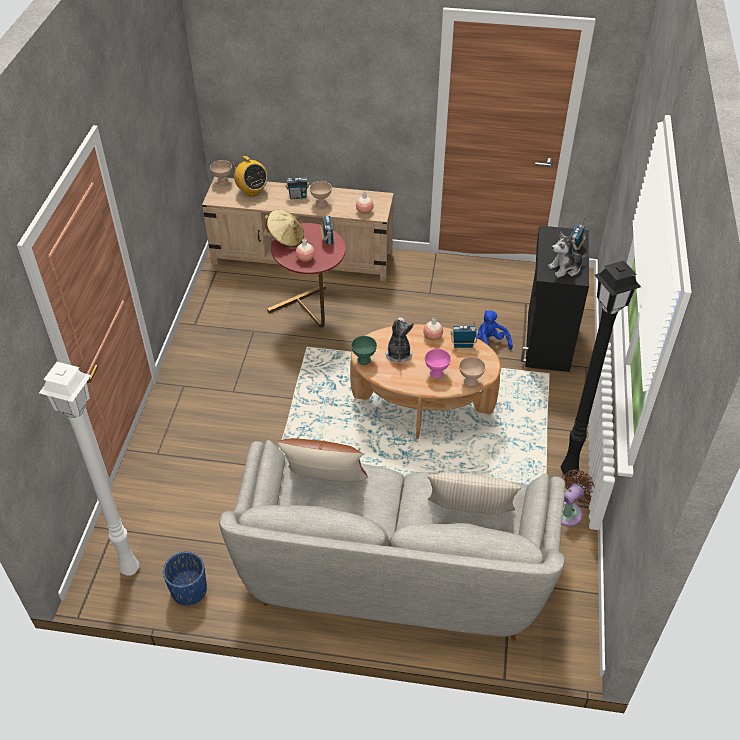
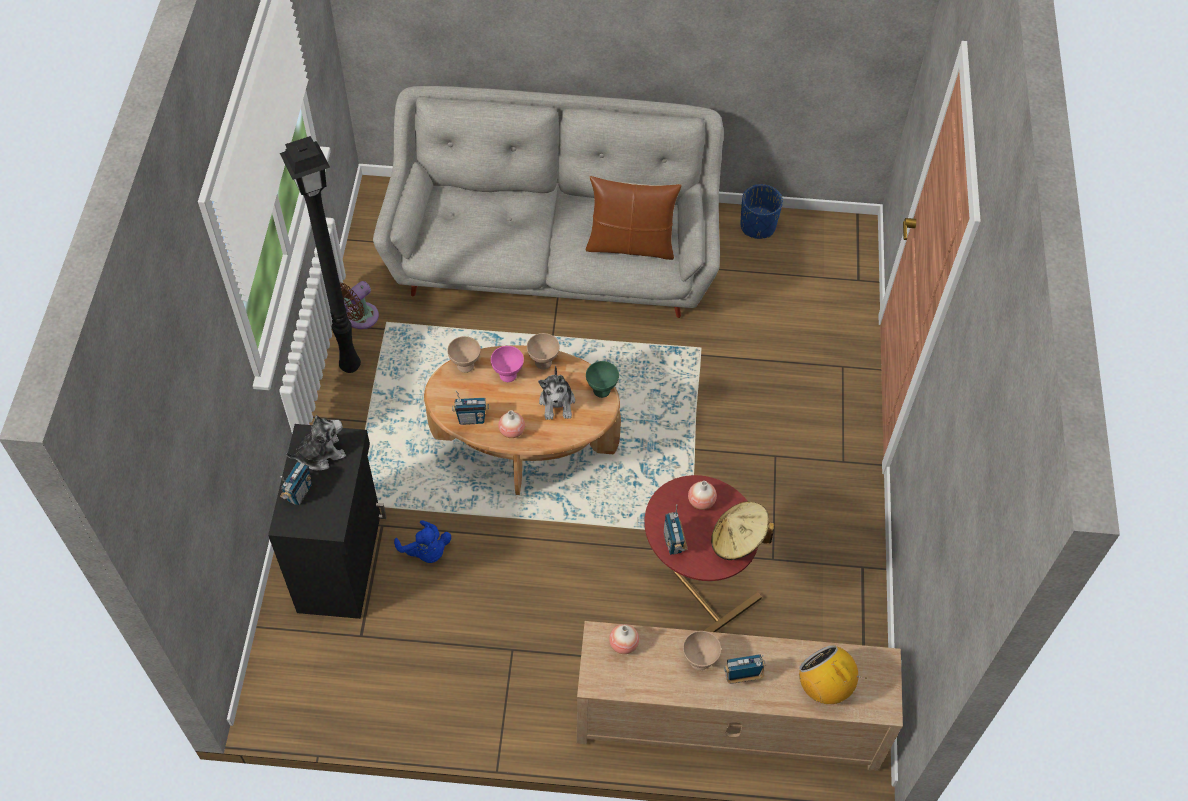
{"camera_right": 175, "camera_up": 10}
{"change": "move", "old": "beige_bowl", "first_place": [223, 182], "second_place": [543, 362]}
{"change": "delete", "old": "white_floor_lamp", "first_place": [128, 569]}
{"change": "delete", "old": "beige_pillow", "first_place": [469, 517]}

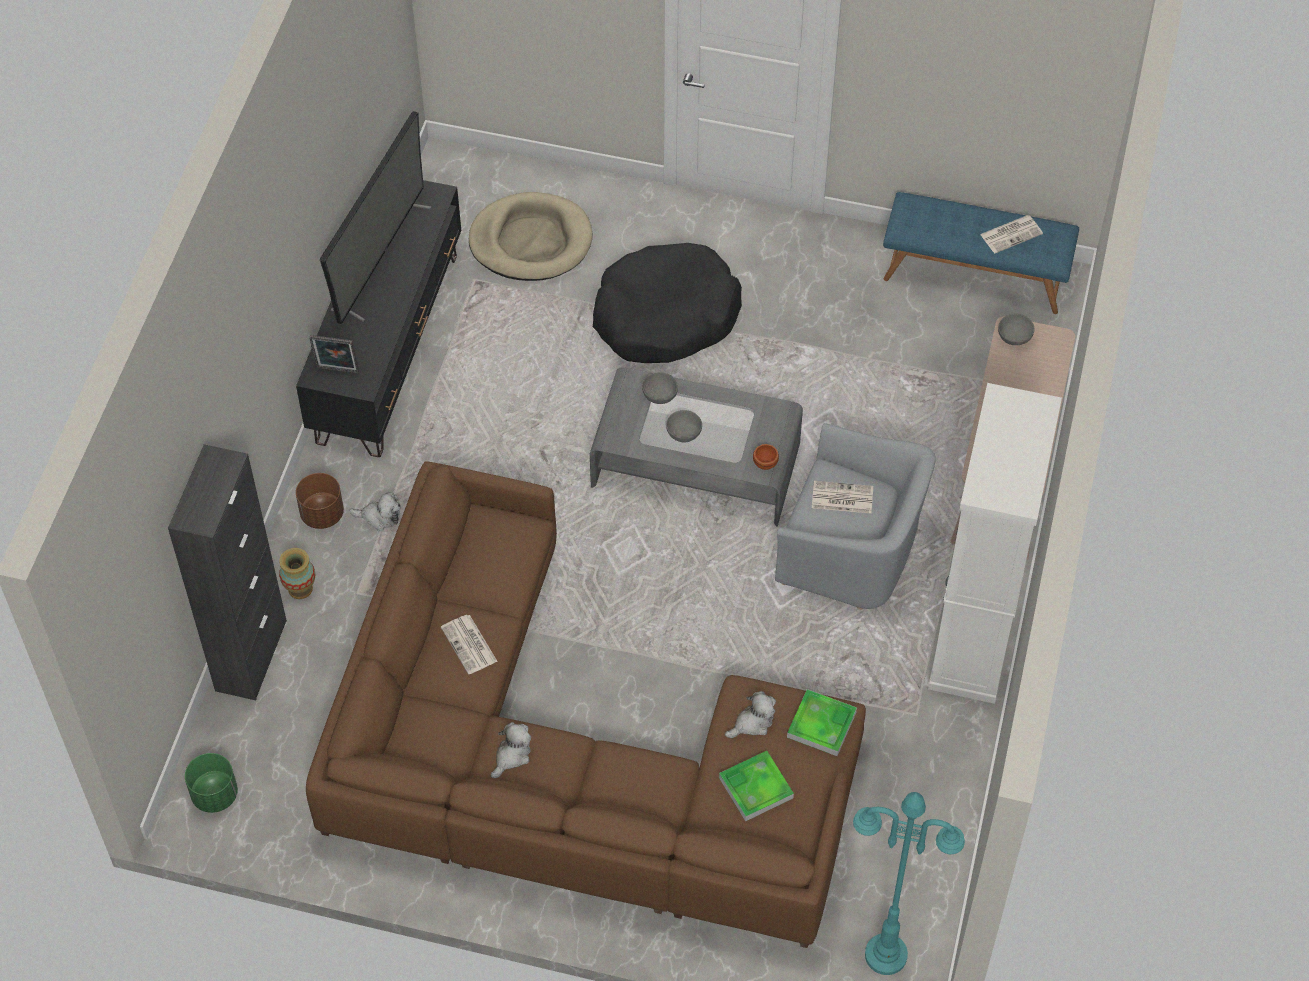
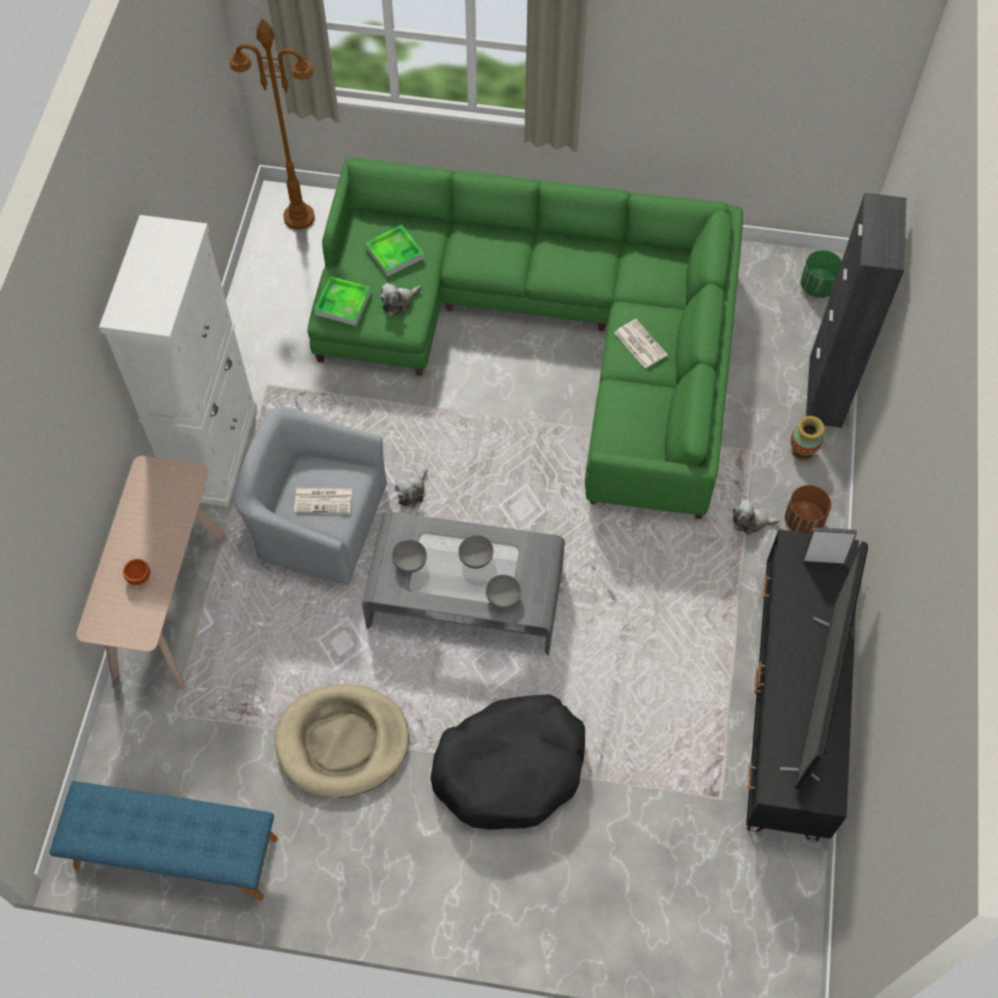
{"camera_right": 175, "camera_up": 5}
{"change": "move", "old": "brown_bowl", "first_place": [766, 464], "second_place": [138, 577]}
{"change": "recolor", "old": "turquoise_floor_lamp", "new": "brown_floor_lamp", "first_place": [885, 955], "second_place": [299, 217]}
{"change": "move", "old": "beige_dog_bed", "first_place": [531, 241], "second_place": [342, 742]}
{"change": "recolor", "old": "brown_sofa", "new": "green_sofa", "first_place": [567, 762], "second_place": [548, 329]}
{"change": "move", "old": "grey_bowl", "first_place": [1014, 338], "second_place": [410, 561]}
{"change": "move", "old": "plush_toy", "first_place": [512, 755], "second_place": [412, 492]}
{"change": "delete", "old": "newspaper", "first_place": [1011, 234]}

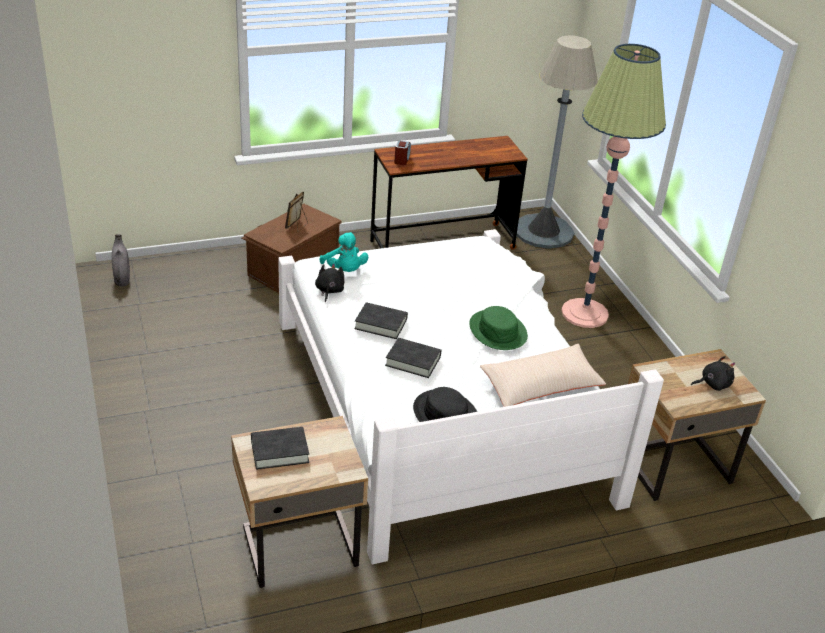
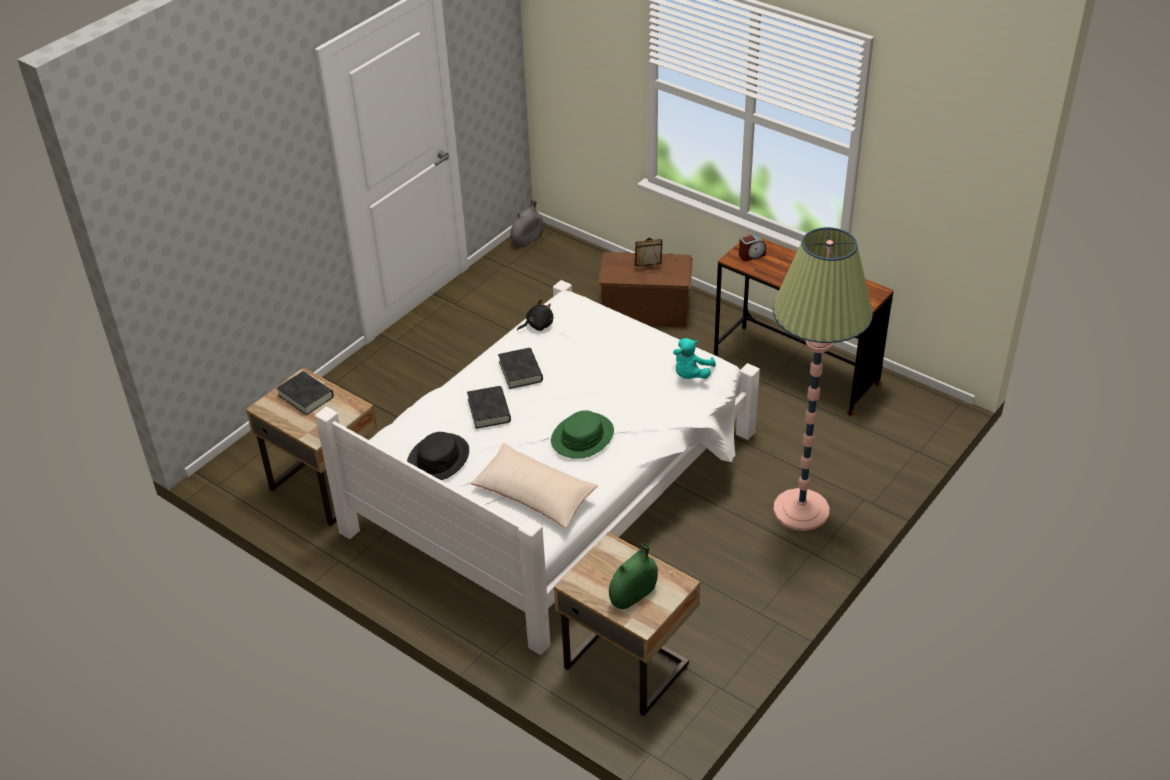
{"camera_right": 60, "camera_up": 5}
{"change": "replace", "old": "black_plush_toy", "new": "green_vase", "first_place": [713, 384], "second_place": [633, 595]}
{"change": "move", "old": "turquoise_plush_toy", "first_place": [344, 270], "second_place": [691, 375]}
{"change": "delete", "old": "grey_floor_lamp", "first_place": [543, 231]}

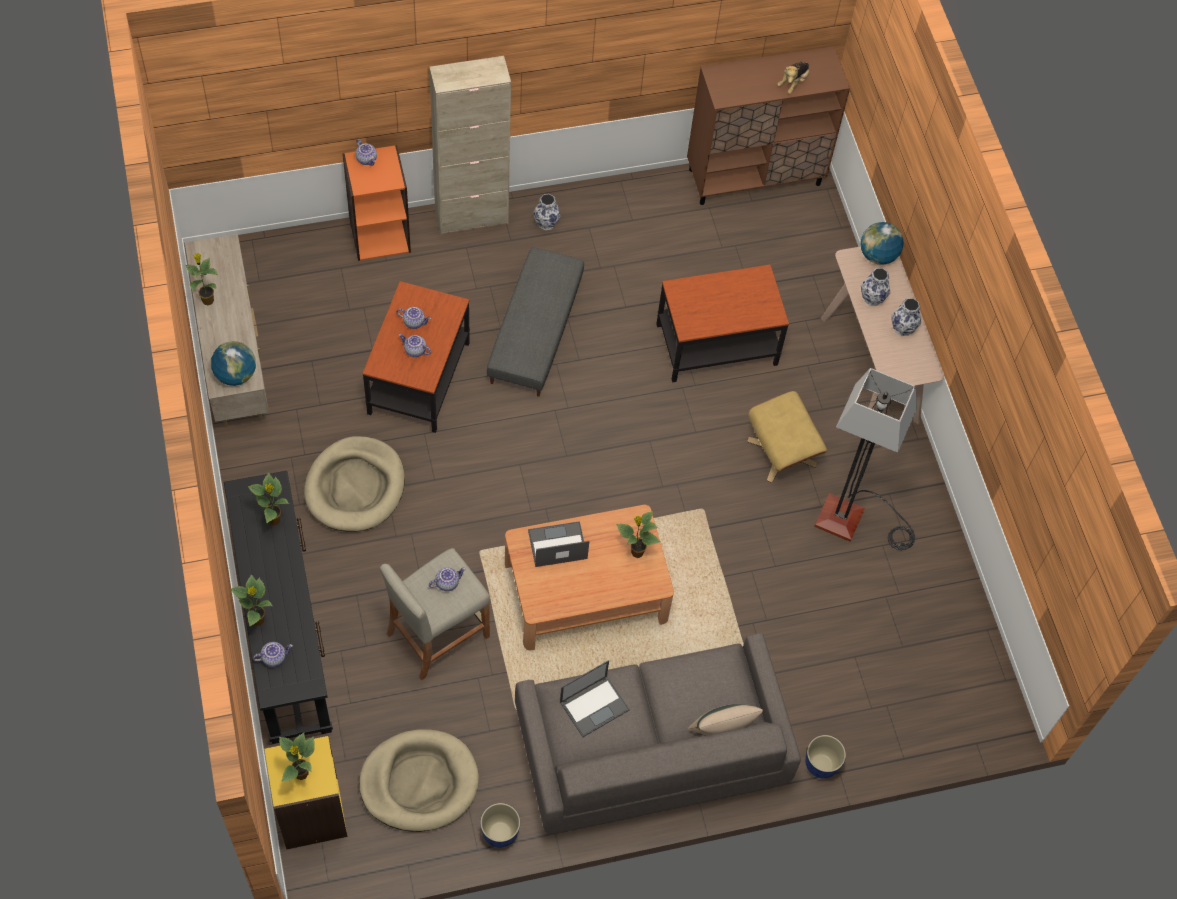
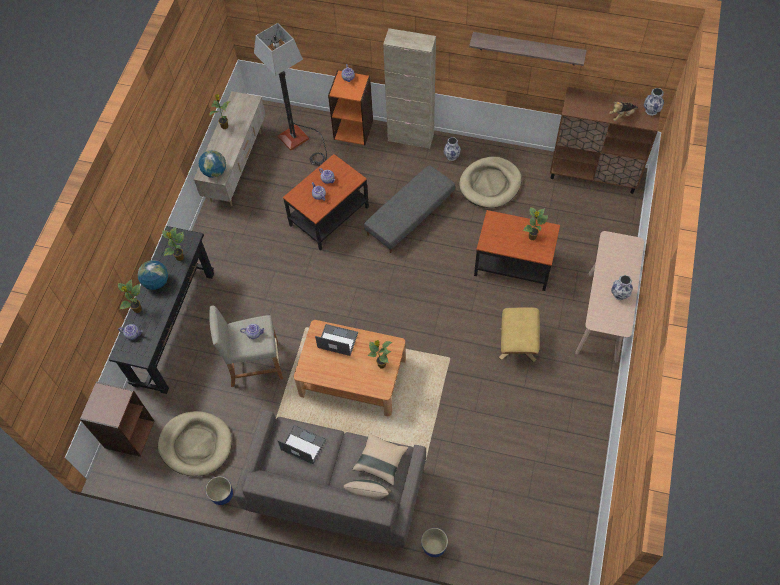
{"camera_right": 35, "camera_up": 0}
{"change": "recolor", "old": "yellow_bookcase", "new": "brown_bookcase", "first_place": [310, 813], "second_place": [129, 434]}
{"change": "move", "old": "globe", "first_place": [878, 255], "second_place": [156, 282]}
{"change": "move", "old": "floor_lamp", "first_place": [854, 520], "second_place": [300, 142]}
{"change": "rotate", "old": "laptop", "first_place": [595, 705], "second_place": [303, 444], "degrees": -150}
{"change": "insert", "new": "beige_pillow", "second_place": [381, 461]}
{"change": "move", "old": "beige_dog_bed", "first_place": [355, 487], "second_place": [490, 184]}
{"change": "insert", "new": "shelf", "second_place": [528, 48]}
{"change": "move", "old": "potted_plant", "first_place": [301, 774], "second_place": [532, 237]}
{"change": "move", "old": "vase", "first_place": [872, 298], "second_place": [651, 111]}

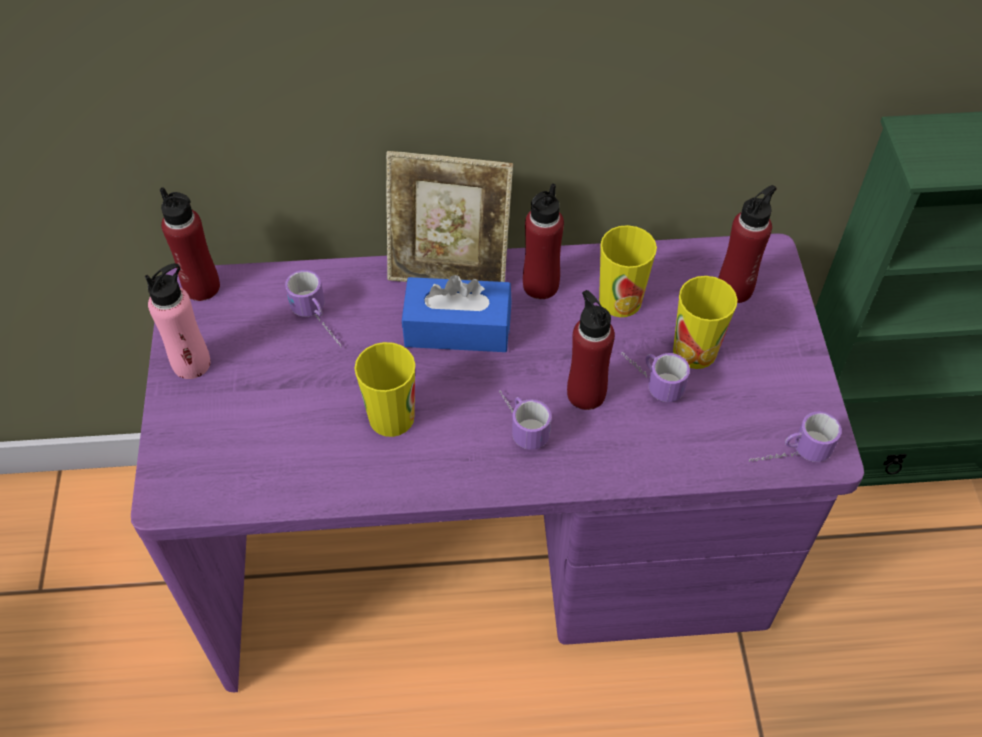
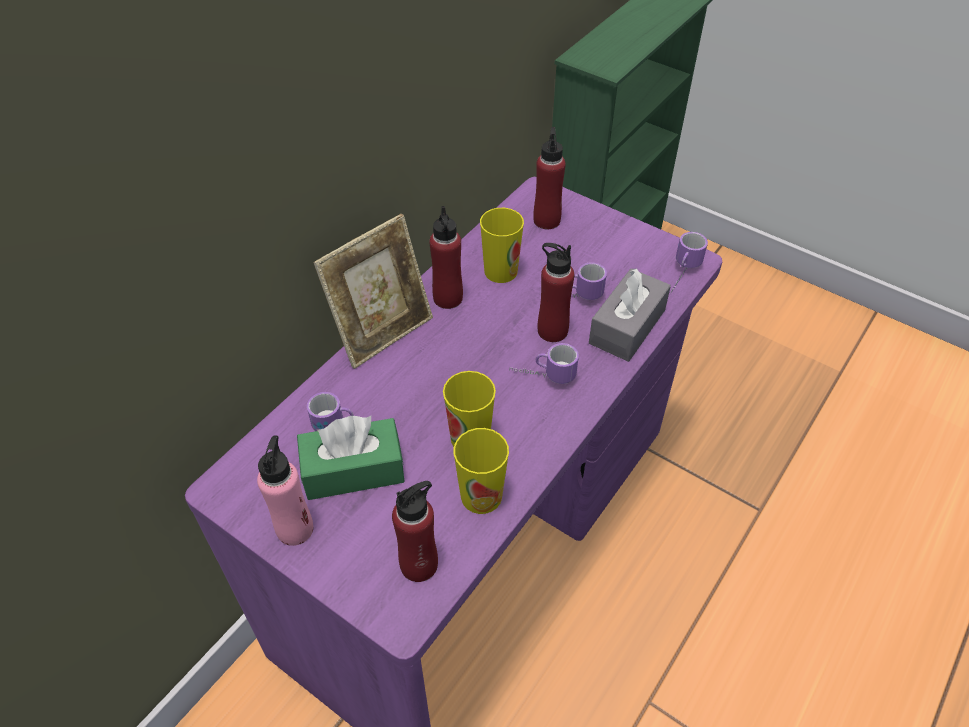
{"camera_right": -50, "camera_up": -5}
{"change": "insert", "new": "green_tissue_box", "second_place": [353, 470]}
{"change": "move", "old": "red_bottle", "first_place": [202, 287], "second_place": [419, 564]}
{"change": "move", "old": "cup", "first_place": [694, 351], "second_place": [481, 496]}
{"change": "insert", "new": "grey_tissue_box", "second_place": [627, 326]}
{"change": "delete", "old": "blue_tissue_box", "first_place": [457, 328]}

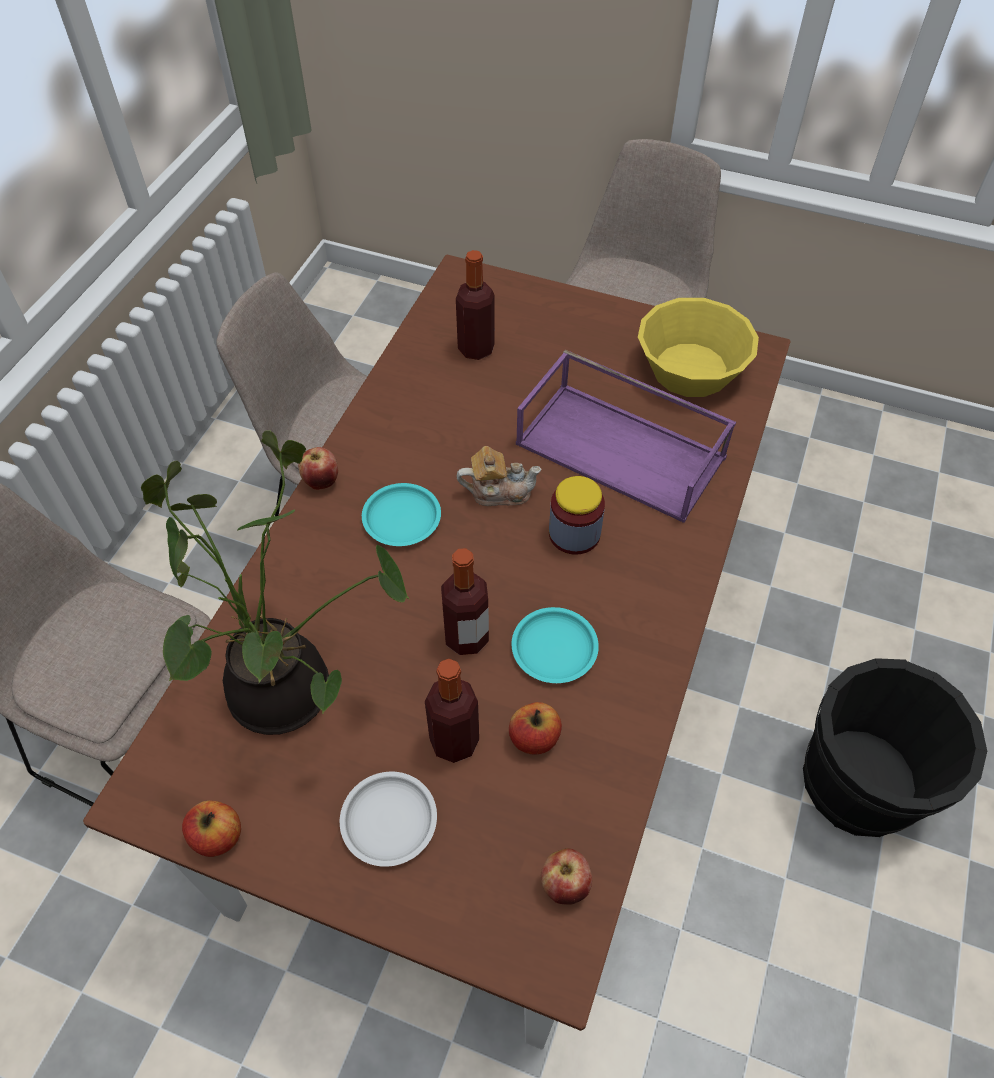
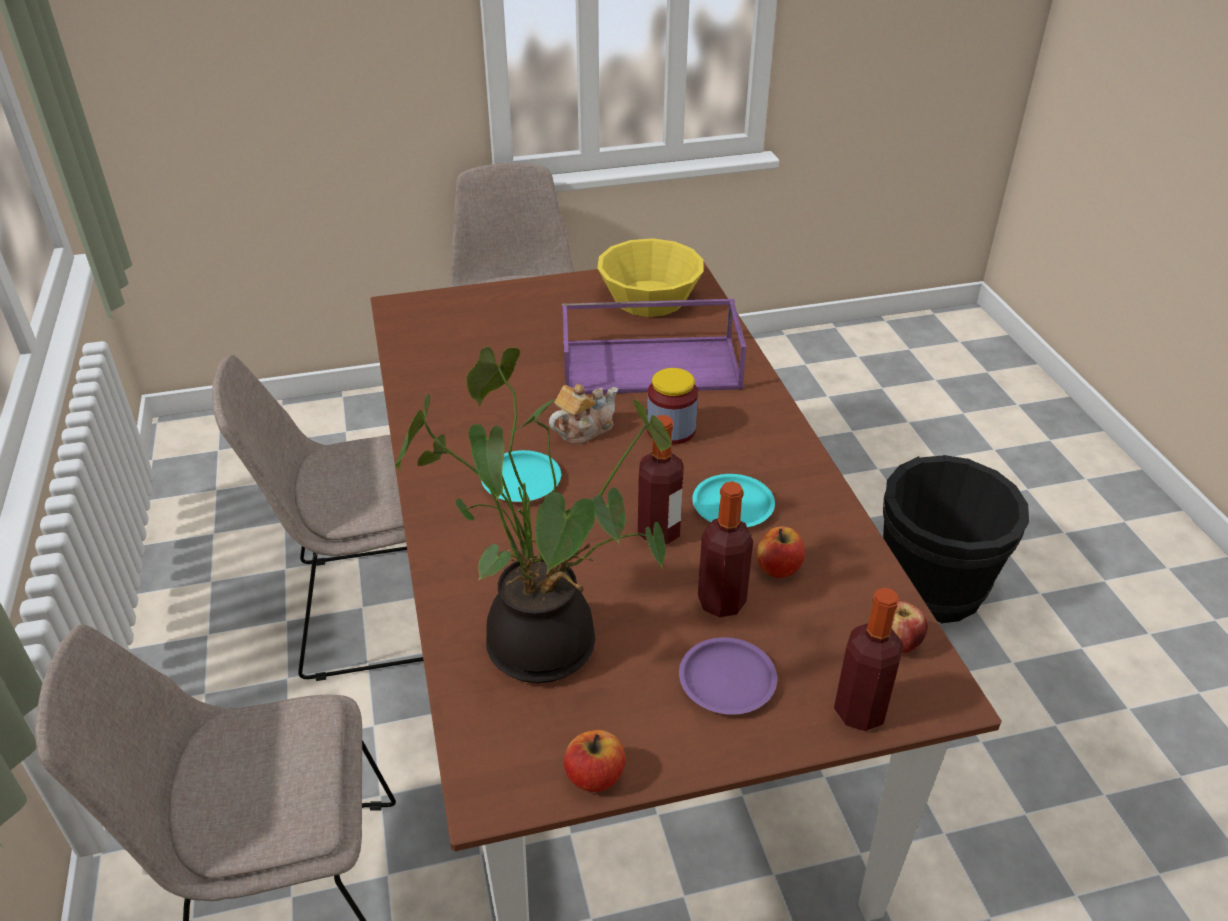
{"camera_right": -35, "camera_up": -15}
{"change": "recolor", "old": "white_plate", "new": "purple_plate", "first_place": [390, 821], "second_place": [728, 680]}
{"change": "move", "old": "bottle", "first_place": [476, 348], "second_place": [859, 711]}
{"change": "delete", "old": "apple", "first_place": [322, 481]}

